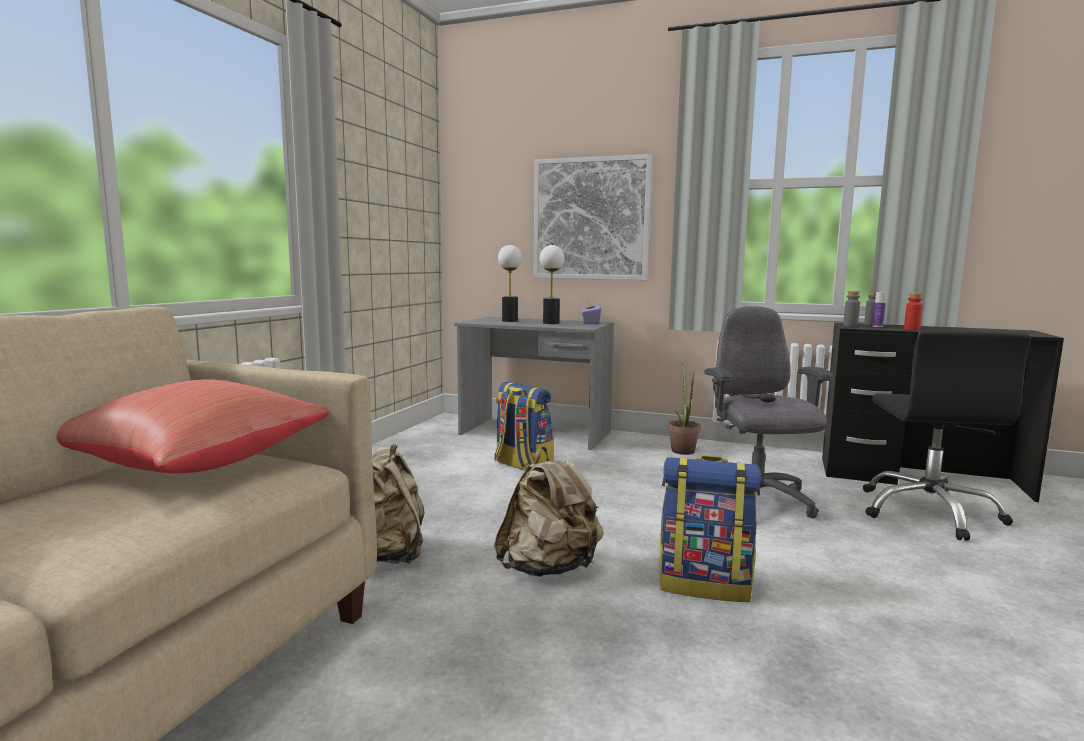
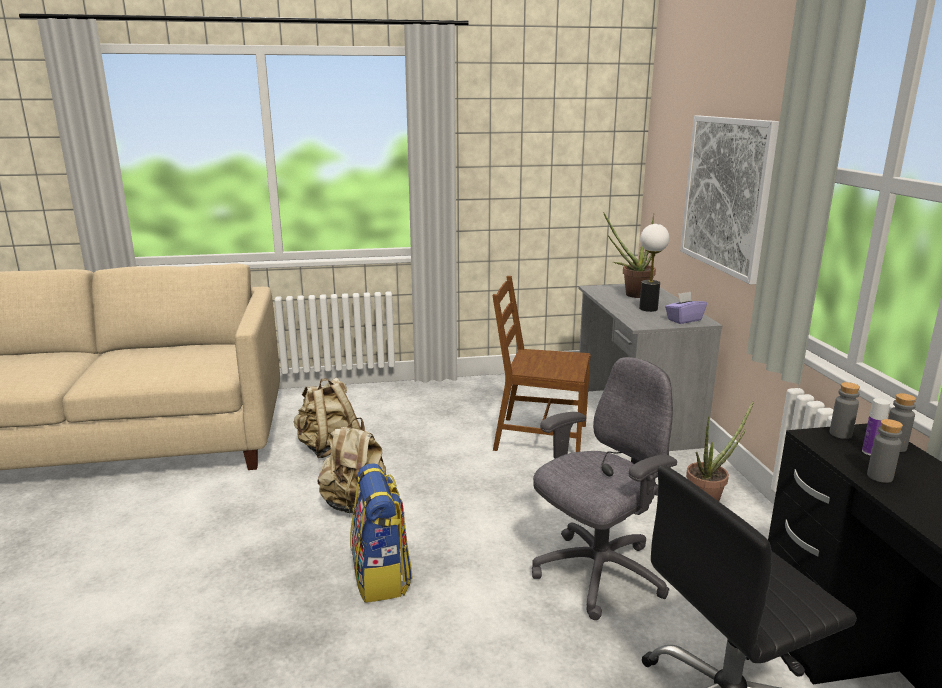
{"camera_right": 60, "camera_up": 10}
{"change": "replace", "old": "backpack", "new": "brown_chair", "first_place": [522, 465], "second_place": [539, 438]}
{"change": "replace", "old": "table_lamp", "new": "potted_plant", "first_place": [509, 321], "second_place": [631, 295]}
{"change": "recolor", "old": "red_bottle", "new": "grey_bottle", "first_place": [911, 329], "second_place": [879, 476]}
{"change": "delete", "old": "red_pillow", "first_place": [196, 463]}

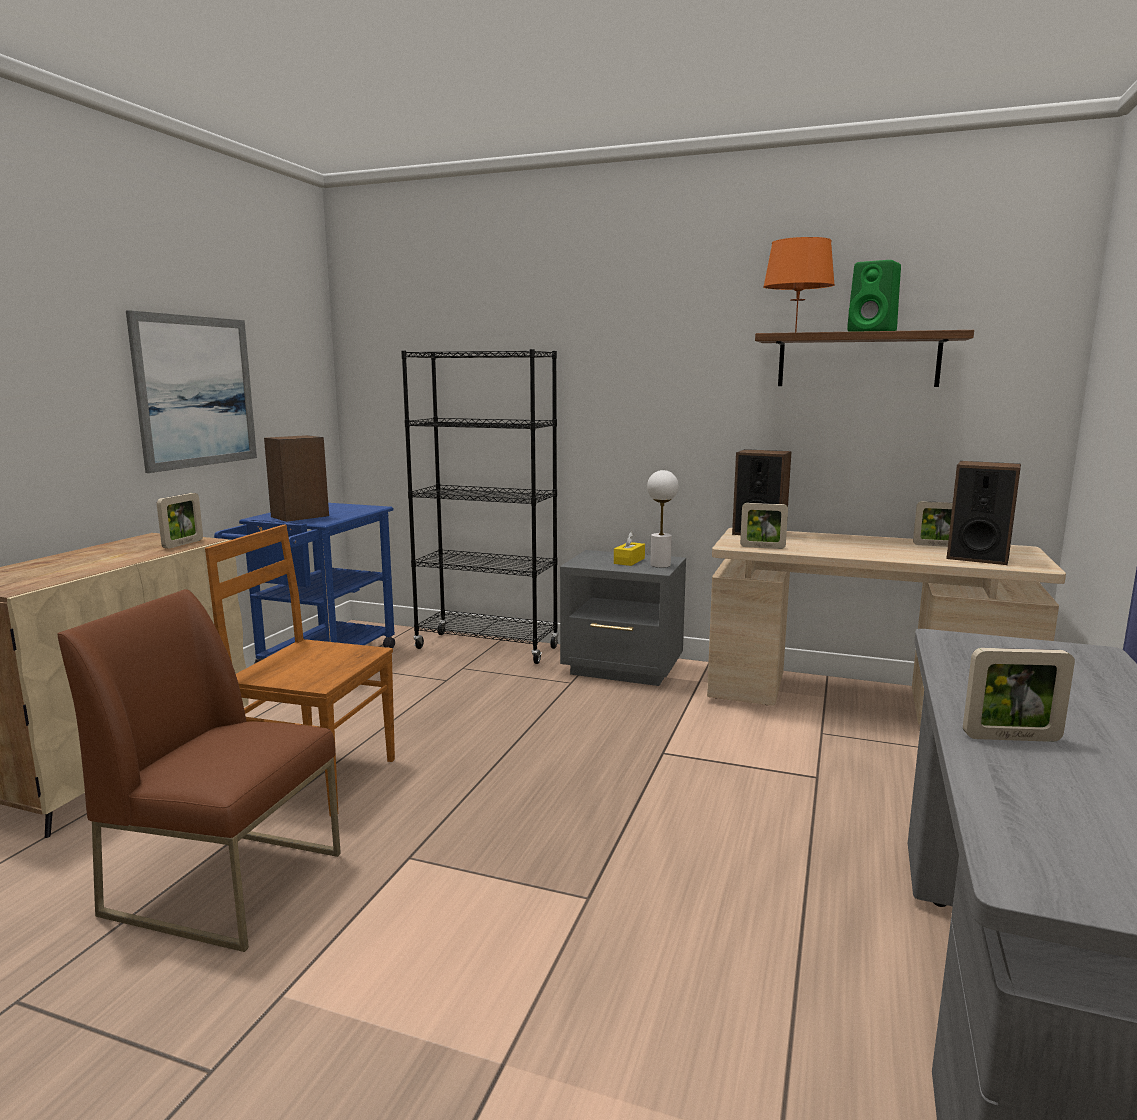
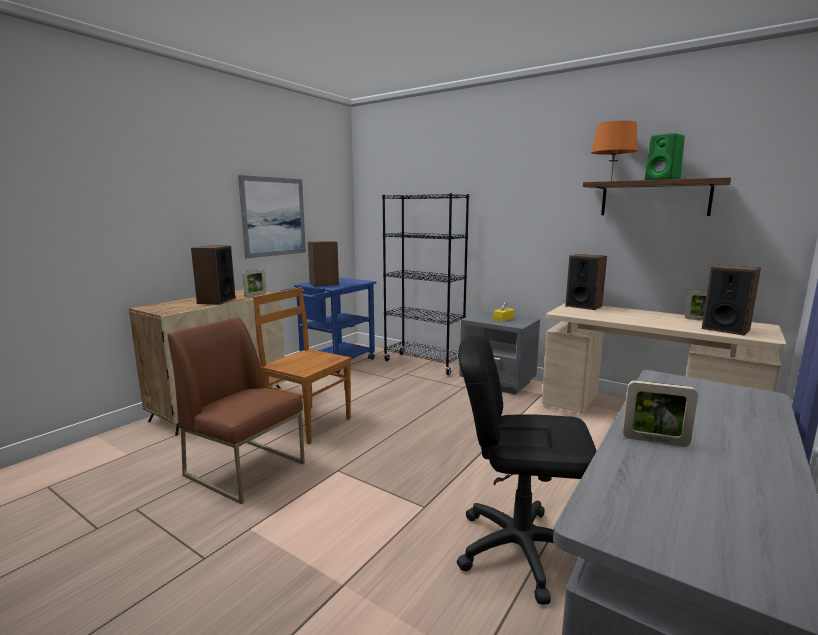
{"camera_right": 15, "camera_up": 0}
{"change": "insert", "new": "speaker", "second_place": [216, 301]}
{"change": "insert", "new": "black_office_chair", "second_place": [519, 549]}
{"change": "delete", "old": "white_table_lamp", "first_place": [660, 565]}
{"change": "delete", "old": "picture_frame", "first_place": [762, 547]}

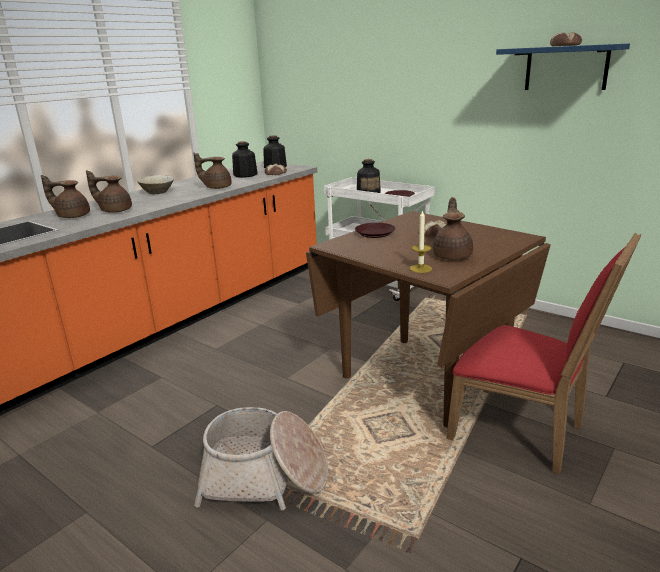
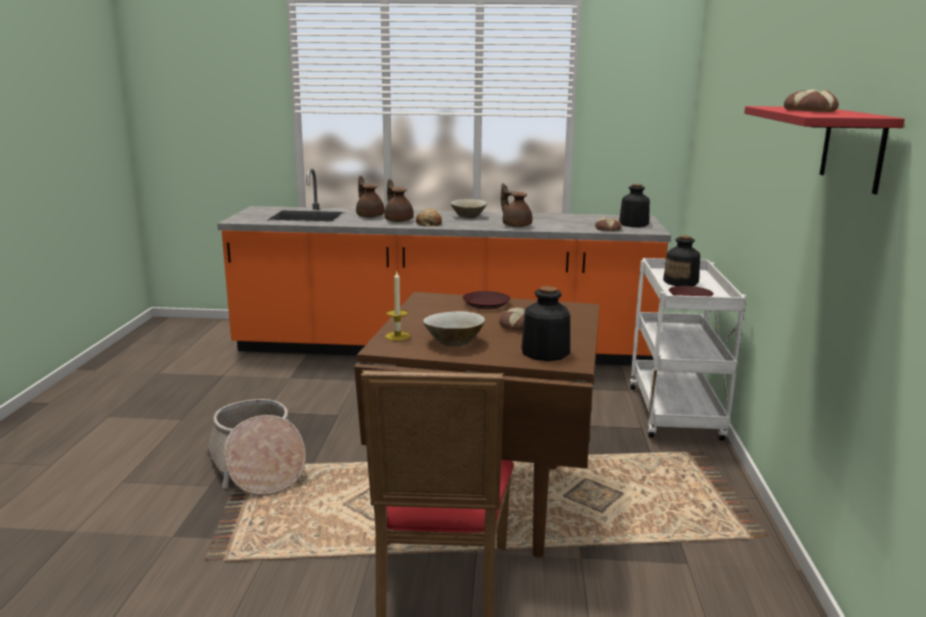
{"camera_right": 55, "camera_up": -5}
{"change": "insert", "new": "bread", "second_place": [428, 224]}
{"change": "replace", "old": "brown_teapot", "new": "beige_bowl", "first_place": [452, 255], "second_place": [454, 342]}
{"change": "move", "old": "bottle", "first_place": [245, 175], "second_place": [544, 352]}
{"change": "recolor", "old": "blue_shelf", "new": "red_shelf", "first_place": [566, 68], "second_place": [852, 148]}

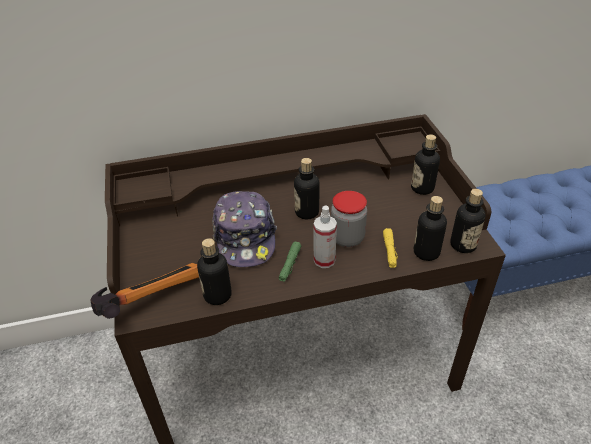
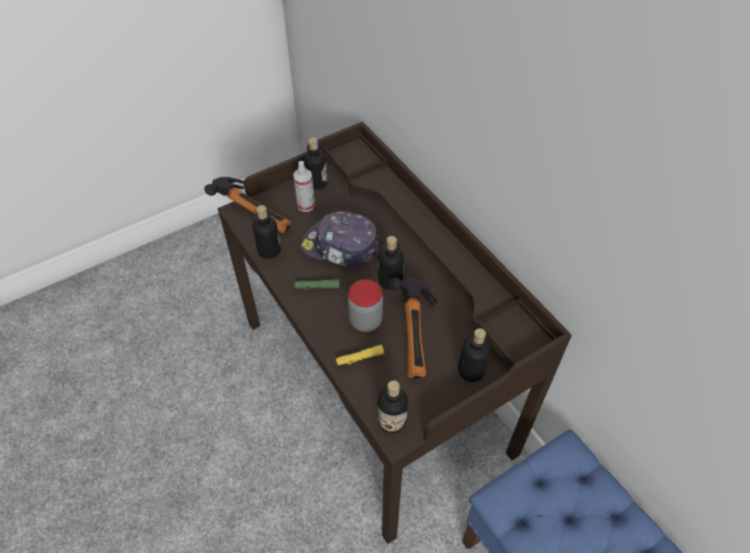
{"camera_right": 70, "camera_up": 10}
{"change": "move", "old": "spray_bottle", "first_place": [324, 260], "second_place": [306, 205]}
{"change": "rotate", "old": "cap", "first_place": [245, 237], "second_place": [340, 247], "degrees": 45}
{"change": "move", "old": "bottle", "first_place": [426, 252], "second_place": [317, 183]}
{"change": "insert", "new": "hammer", "second_place": [418, 336]}

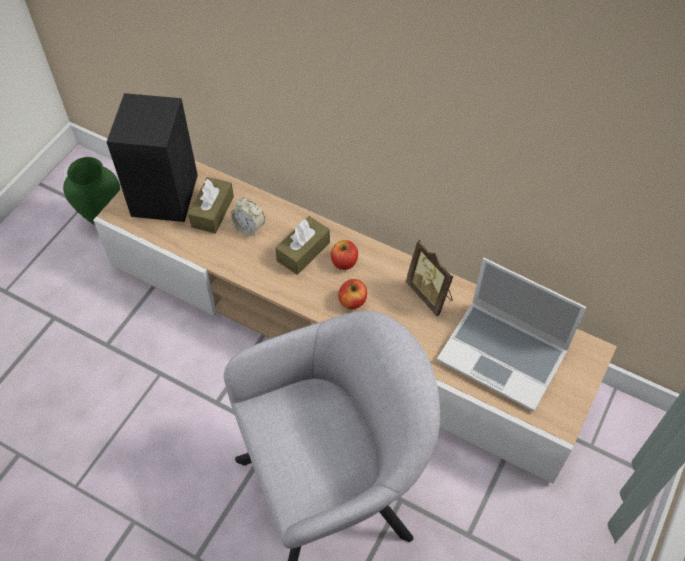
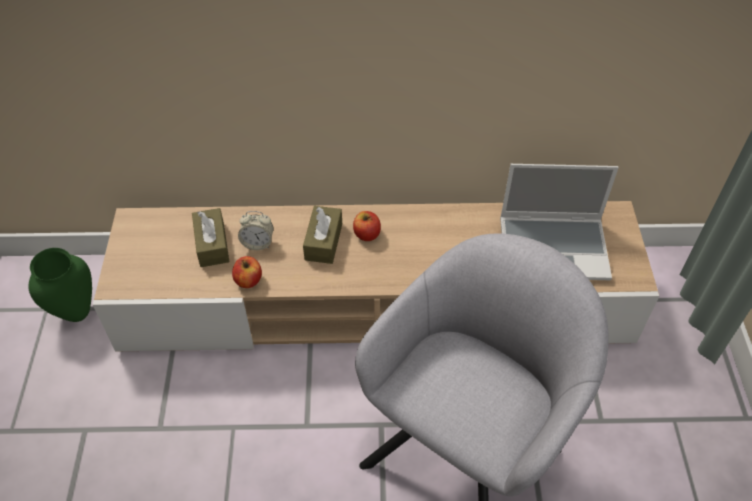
{"camera_right": -30, "camera_up": -5}
{"change": "move", "old": "apple", "first_place": [352, 301], "second_place": [248, 280]}
{"change": "delete", "old": "black_speaker", "first_place": [165, 194]}
{"change": "delete", "old": "picture_frame", "first_place": [430, 294]}

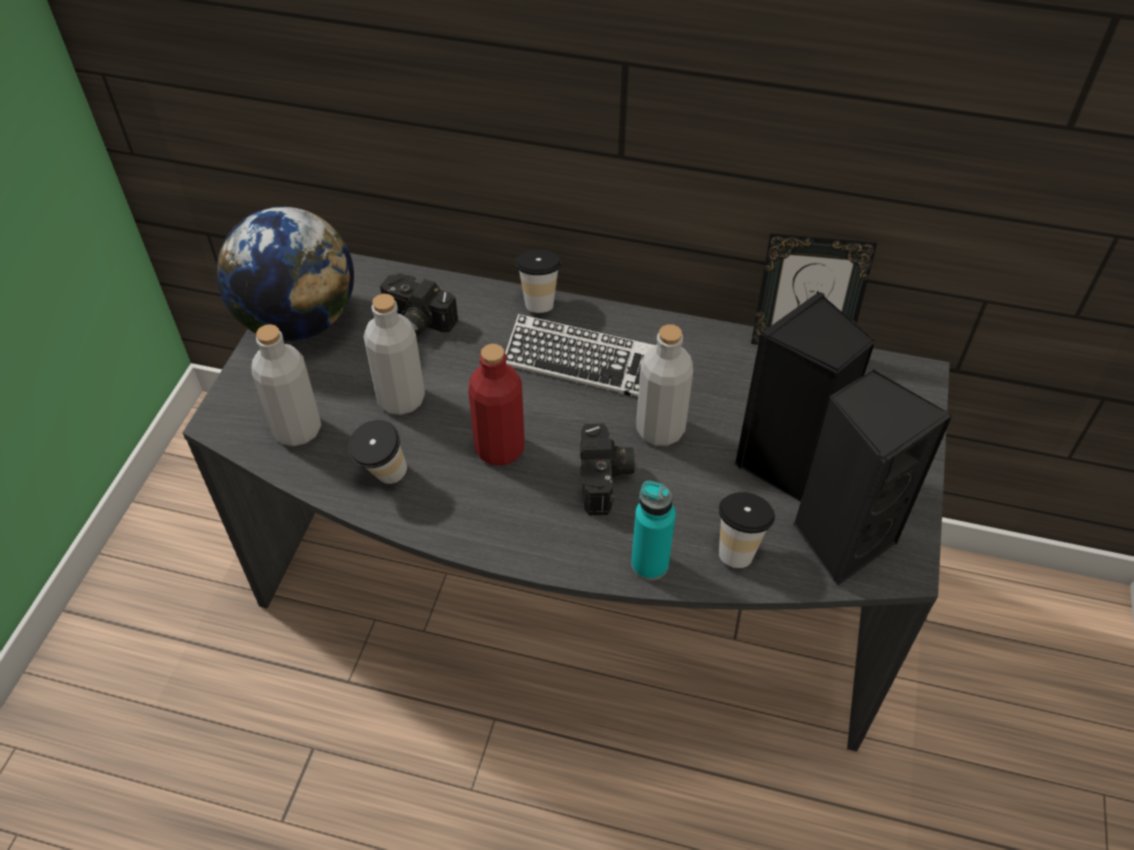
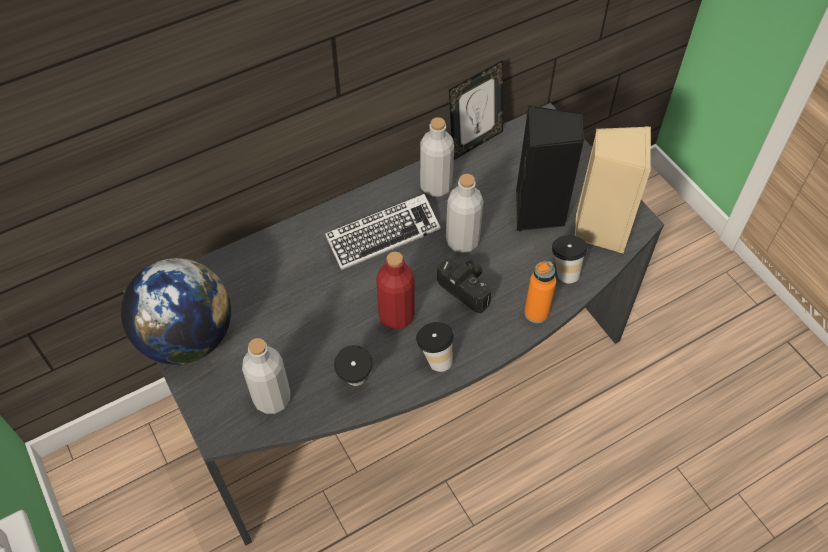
{"camera_right": -45, "camera_up": 5}
{"change": "move", "old": "cup", "first_place": [539, 301], "second_place": [435, 359]}
{"change": "move", "old": "grey_bottle", "first_place": [401, 399], "second_place": [435, 186]}
{"change": "recolor", "old": "turquoise_bottle", "new": "orange_bottle", "first_place": [649, 564], "second_place": [536, 313]}
{"change": "recolor", "old": "black_speaker", "new": "beige_speaker", "first_place": [841, 538], "second_place": [600, 229]}
{"change": "delete", "old": "photo_camera", "first_place": [416, 321]}

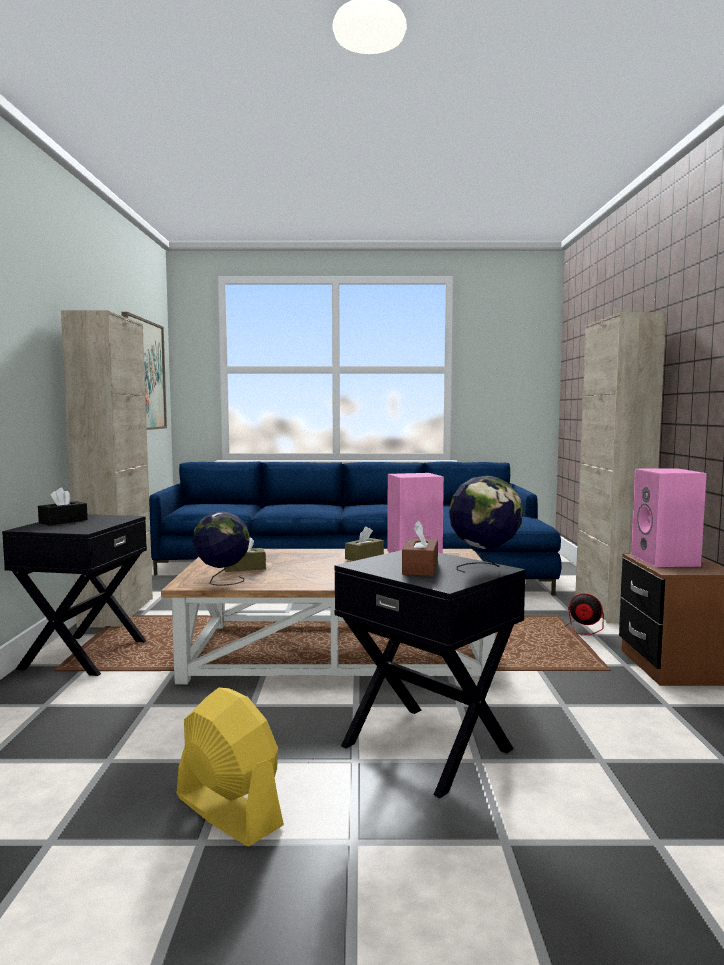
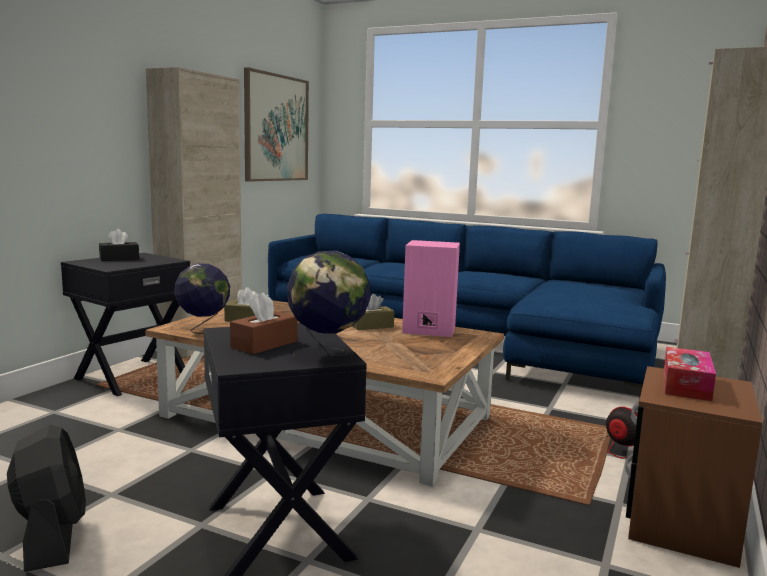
{"camera_right": 25, "camera_up": 5}
{"change": "recolor", "old": "yellow_fan", "new": "black_fan", "first_place": [228, 811], "second_place": [52, 536]}
{"change": "replace", "old": "pink_speaker", "new": "tissue_box", "first_place": [666, 561], "second_place": [686, 385]}

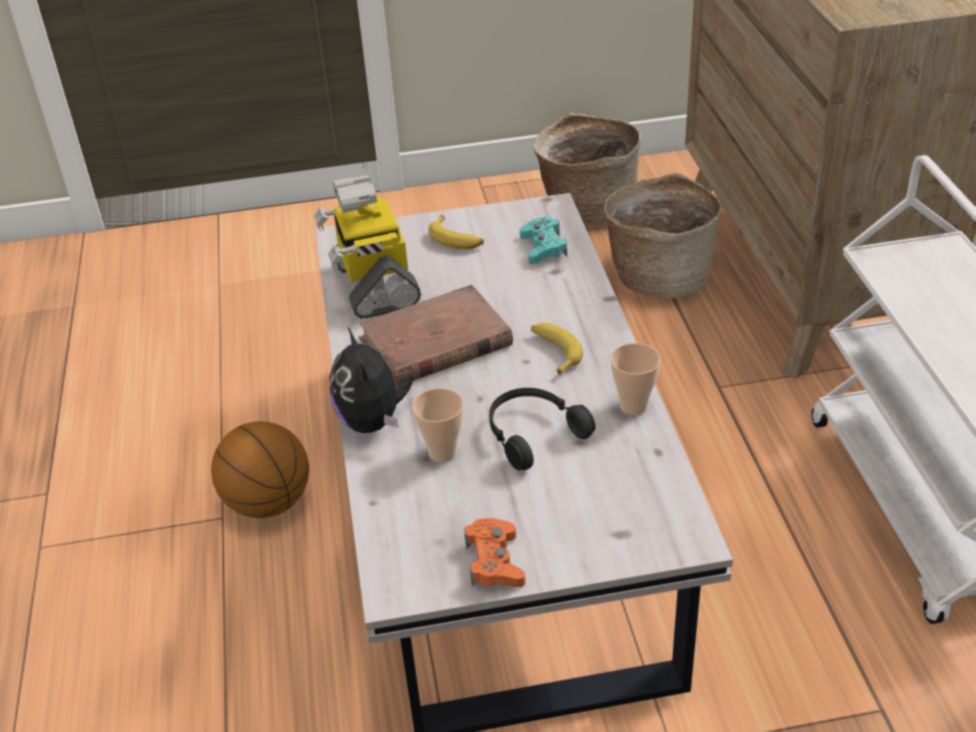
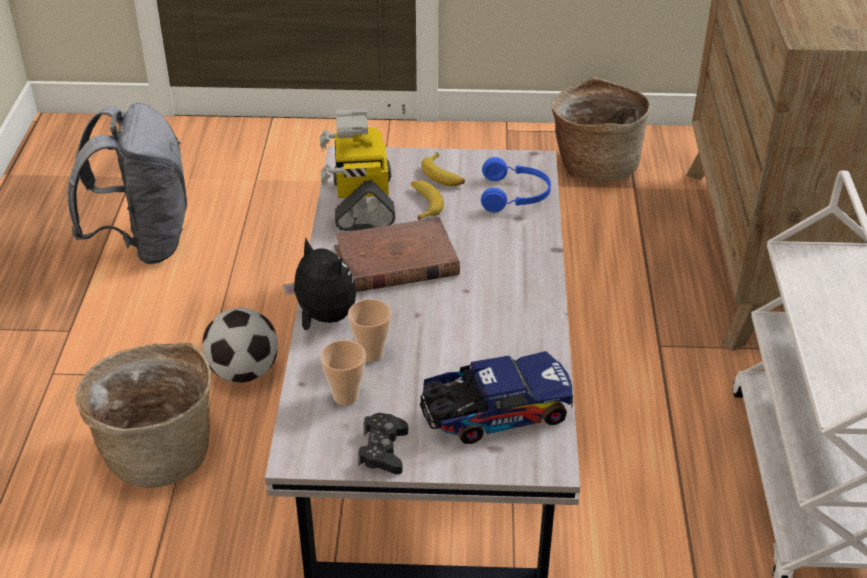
{"camera_right": 10, "camera_up": 0}
{"change": "insert", "new": "grey_backpack", "second_place": [144, 242]}
{"change": "move", "old": "basket", "first_place": [659, 276], "second_place": [159, 451]}
{"change": "replace", "old": "basketball", "new": "football", "first_place": [268, 502], "second_place": [244, 372]}
{"change": "rotate", "old": "plush_toy", "first_place": [373, 421], "second_place": [323, 318], "degrees": 135}
{"change": "move", "old": "cup", "first_place": [633, 406], "second_place": [345, 396]}
{"change": "recolor", "old": "orange_game_controller", "new": "black_game_controller", "first_place": [494, 562], "second_place": [383, 450]}
{"change": "move", "old": "banana", "first_place": [554, 351], "second_place": [423, 204]}
{"change": "insert", "new": "toy_truck", "second_place": [494, 414]}
{"change": "replace", "old": "turquoise_game_controller", "new": "blue_headphones", "first_place": [543, 247], "second_place": [515, 195]}
{"change": "delete", "old": "black_headphones", "first_place": [532, 434]}

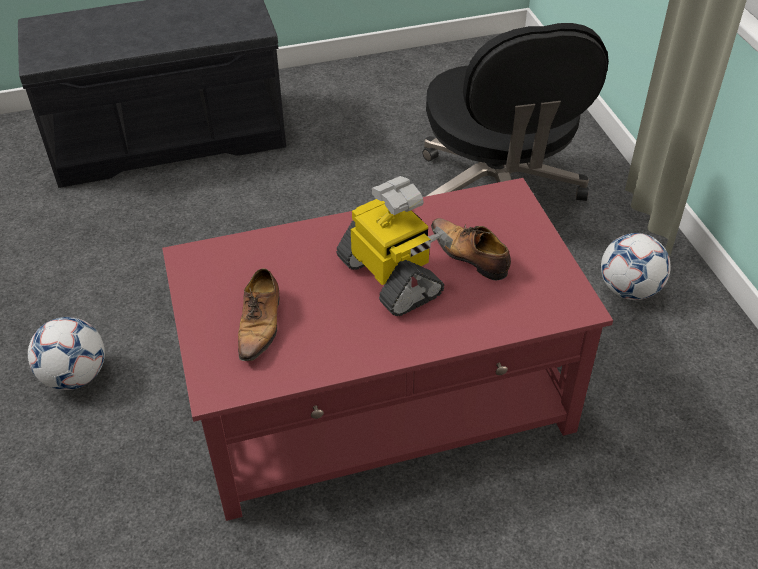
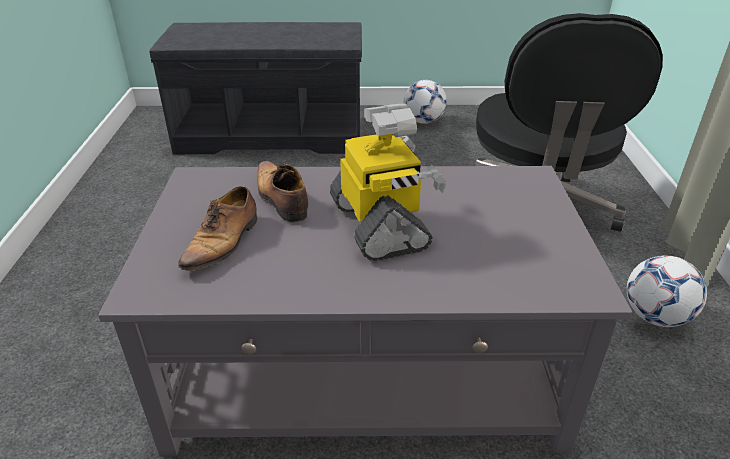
{"camera_right": 15, "camera_up": -10}
{"change": "recolor", "old": "red_coffee_table", "new": "grey_coffee_table", "first_place": [382, 397], "second_place": [367, 366]}
{"change": "move", "old": "shoe", "first_place": [469, 255], "second_place": [281, 198]}
{"change": "move", "old": "football", "first_place": [75, 376], "second_place": [423, 121]}

